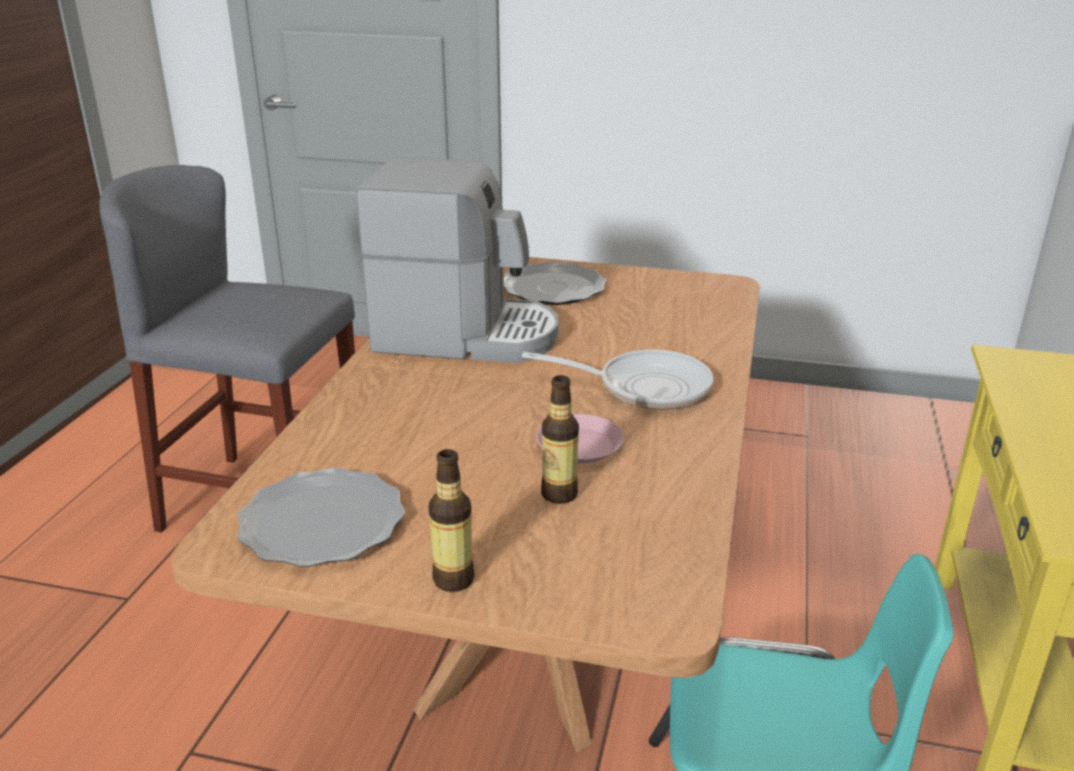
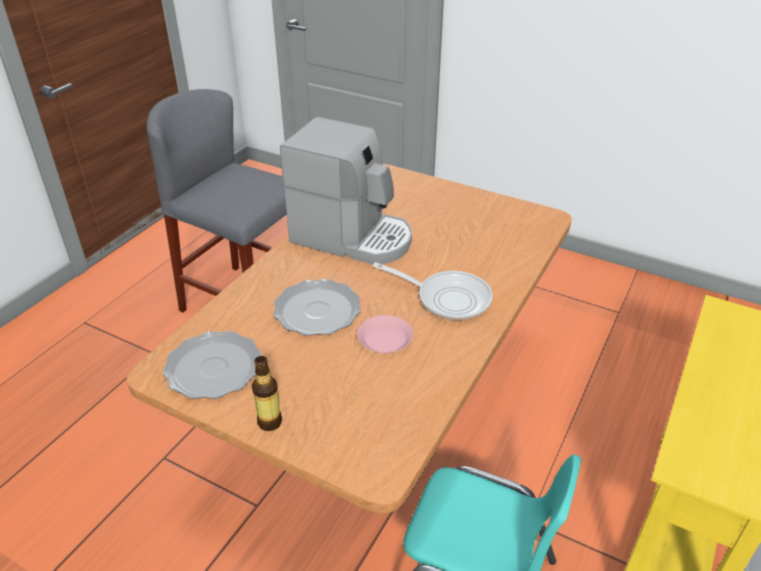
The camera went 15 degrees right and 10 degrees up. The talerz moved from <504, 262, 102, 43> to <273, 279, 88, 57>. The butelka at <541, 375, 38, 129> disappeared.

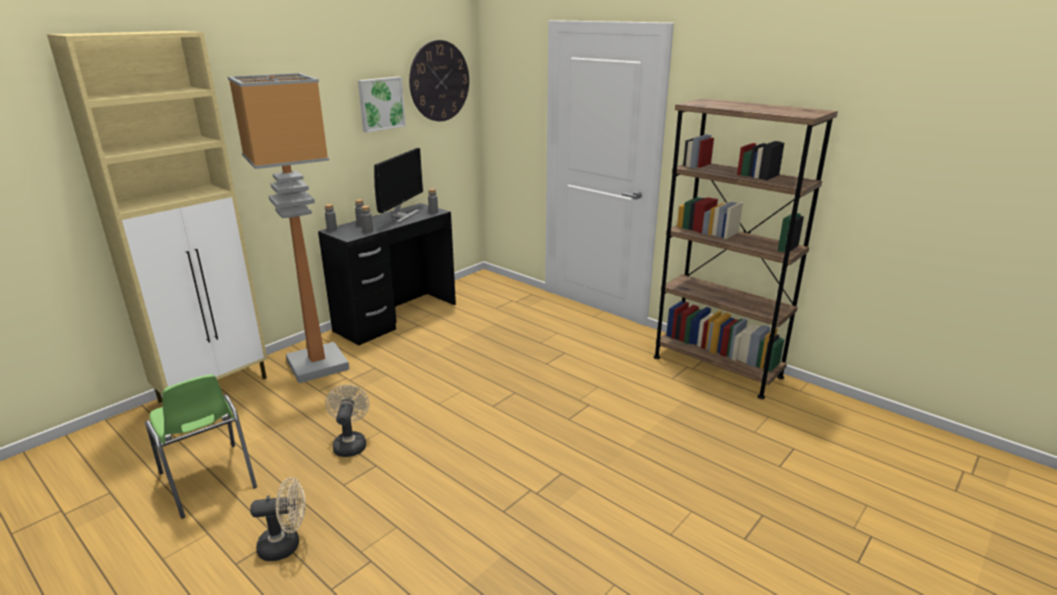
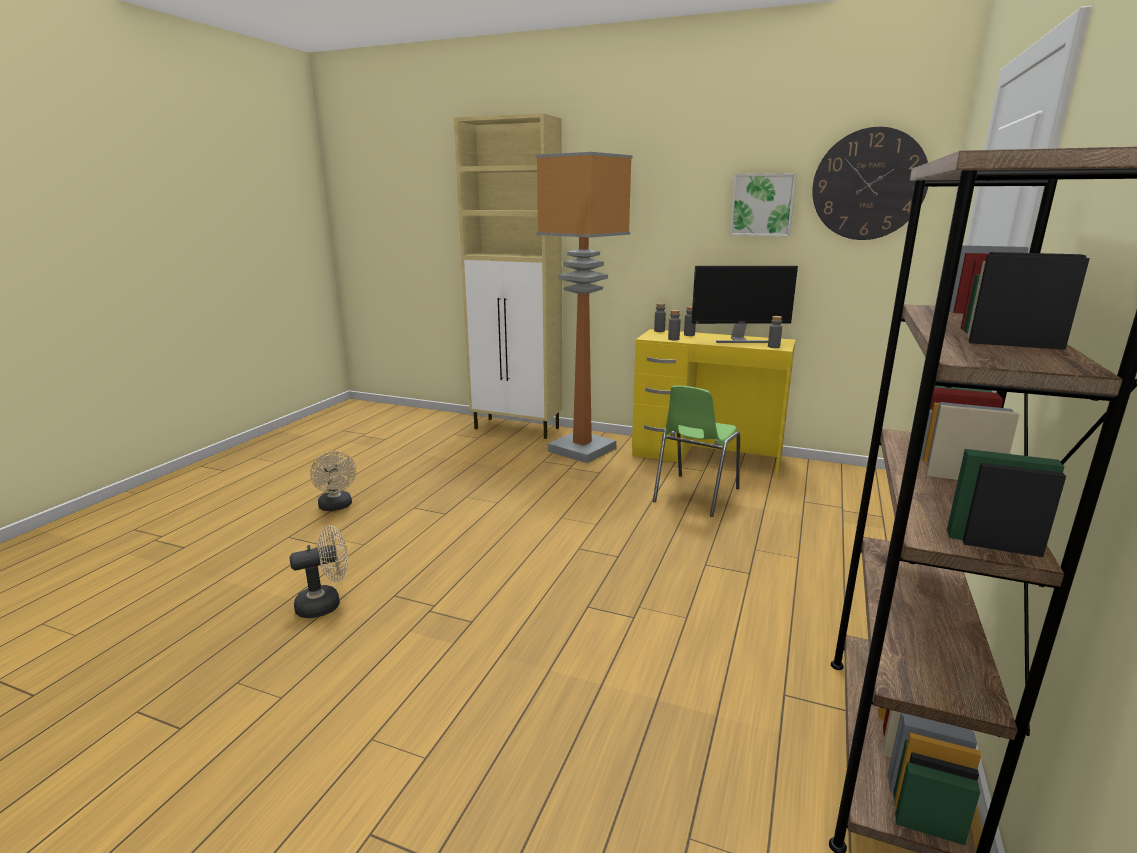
The camera went 70 degrees right and 5 degrees down. The biurko [czarny] at <318, 203, 138, 142> became the biurko [żółty] at <632, 329, 163, 148>. The krzesło [zielony] moved from <145, 374, 112, 145> to <653, 385, 87, 132>. The wentylator [beżowy] moved from <325, 384, 44, 73> to <289, 525, 59, 93>.

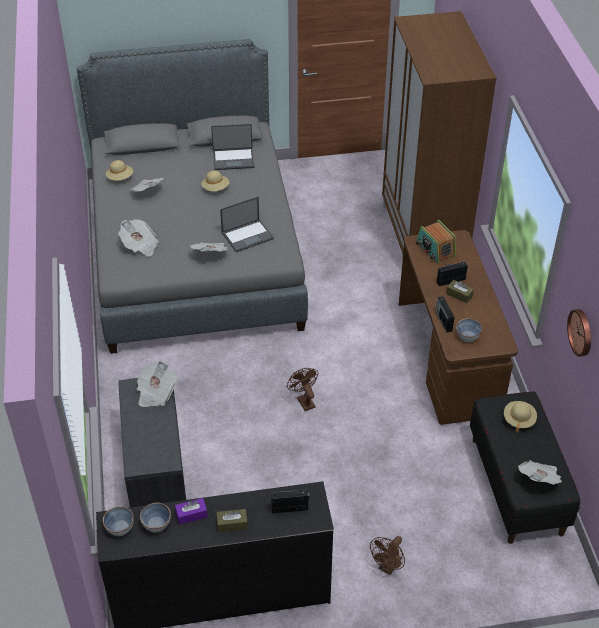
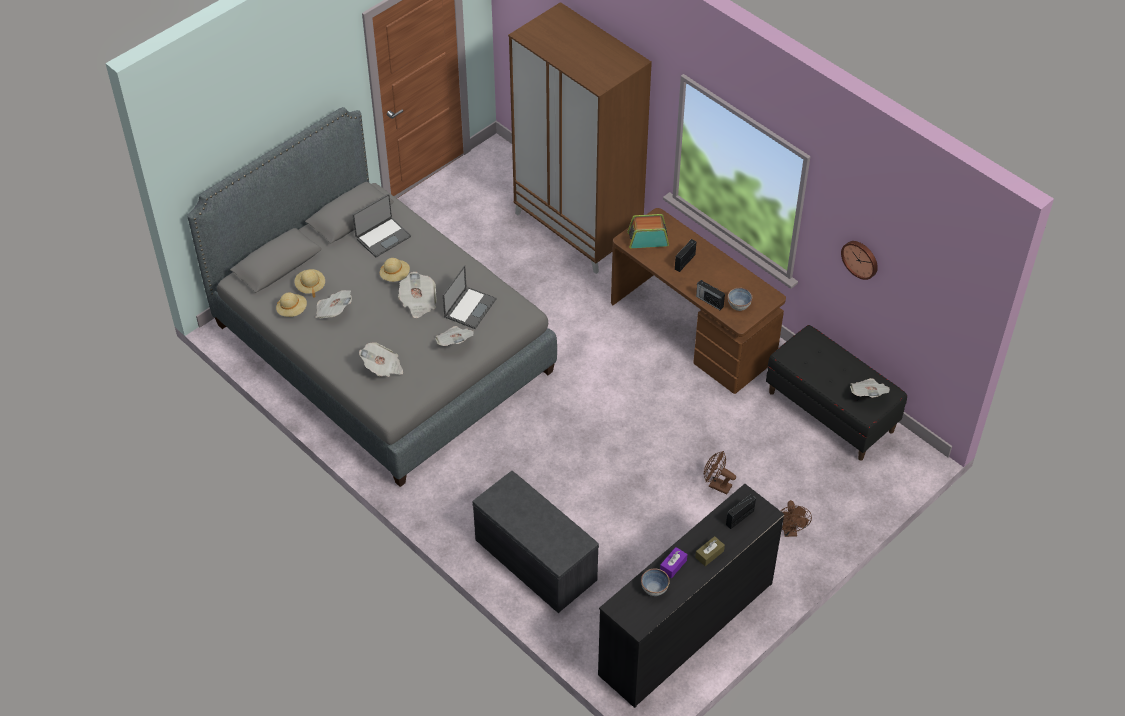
The camera went 35 degrees left and 5 degrees up. The radio at <416, 220, 40, 44> turned 150 degrees clockwise. The pudełko chusteczek [brązowy] at <446, 280, 28, 23> disappeared. The gazeta moved from <137, 361, 40, 46> to <398, 272, 39, 46>. The wentylator [brązowy] moved from <287, 368, 31, 43> to <703, 451, 33, 43>. The kapelusz [beżowy] moved from <504, 401, 33, 31> to <294, 269, 31, 28>. The miska at <103, 506, 31, 30> disappeared.

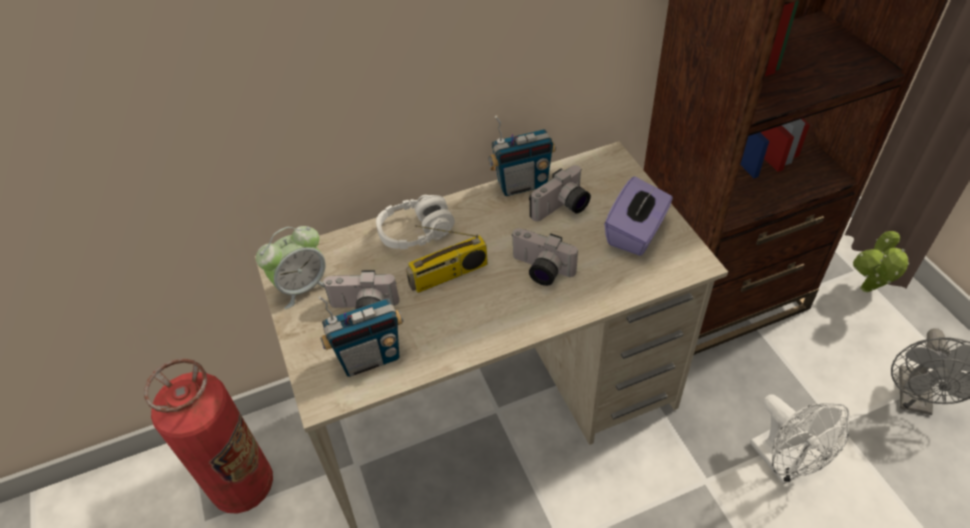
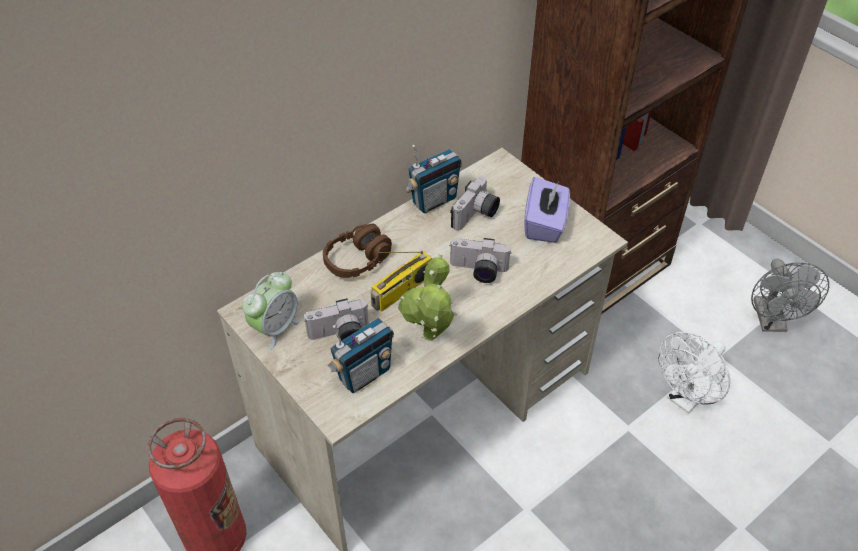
The camera went 20 degrees left and 0 degrees up. The słuchawki [biały] at <376, 195, 79, 54> became the słuchawki [brązowy] at <323, 224, 69, 54>. The roślina doniczkowa moved from <853, 231, 56, 61> to <398, 254, 59, 87>. The wentylator [biały] at <750, 394, 99, 90> turned 90 degrees clockwise.

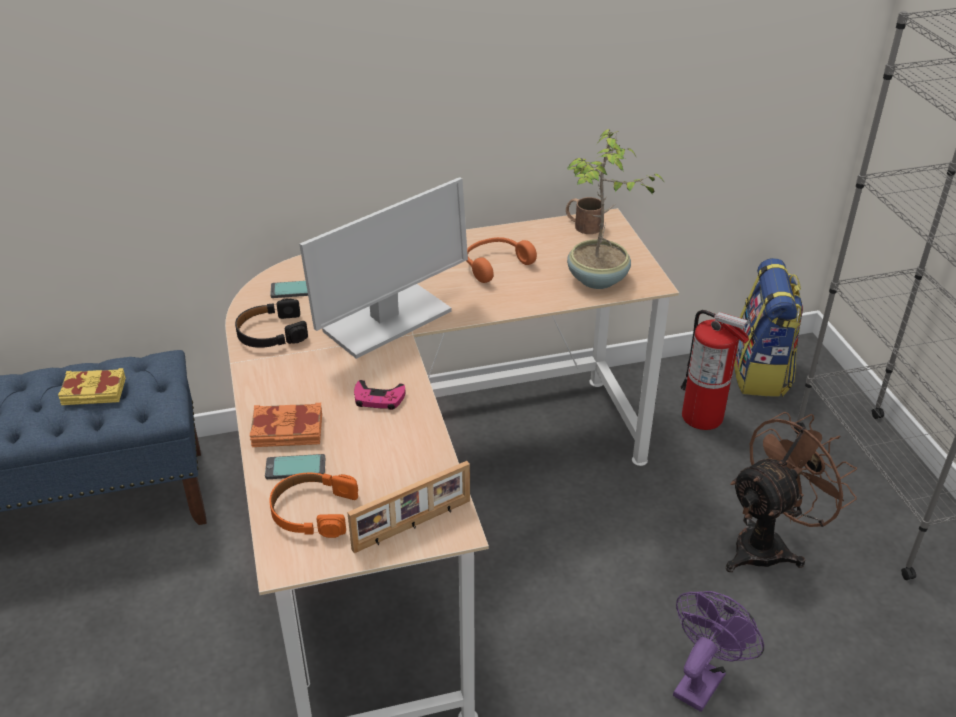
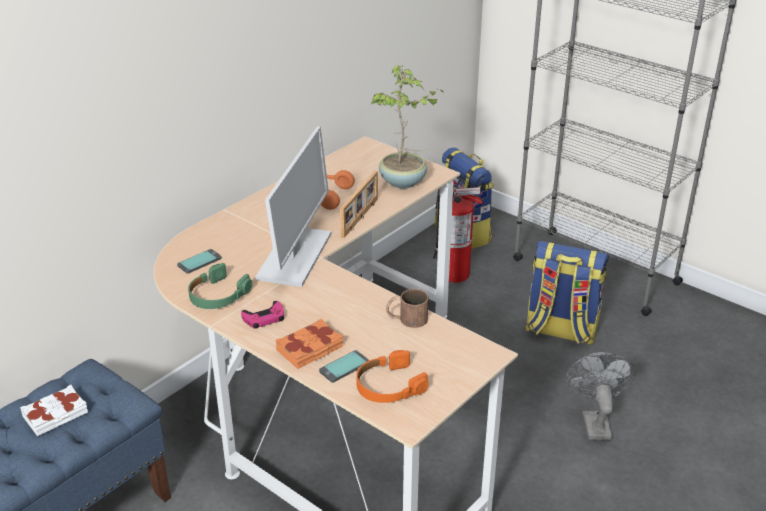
The camera went 35 degrees left and 5 degrees down. The kubek [brązowy] moved from <566, 197, 35, 37> to <386, 289, 42, 39>. The słuchawki [czarny] at <235, 298, 73, 50> became the słuchawki [zielony] at <188, 263, 64, 46>. The książka [żółty] at <58, 368, 68, 37> became the książka [biały] at <20, 385, 68, 51>. The pad do gier [różowy] moved from <354, 380, 51, 30> to <241, 301, 43, 28>. The wentylator [brązowy] at <726, 412, 131, 160> was replaced by the plecak at <525, 241, 84, 104>. The ramka na zdjęcie moved from <347, 461, 123, 92> to <340, 171, 38, 67>. The wentylator [fioletowy] at <673, 591, 91, 121> became the wentylator [szary] at <566, 352, 70, 88>.

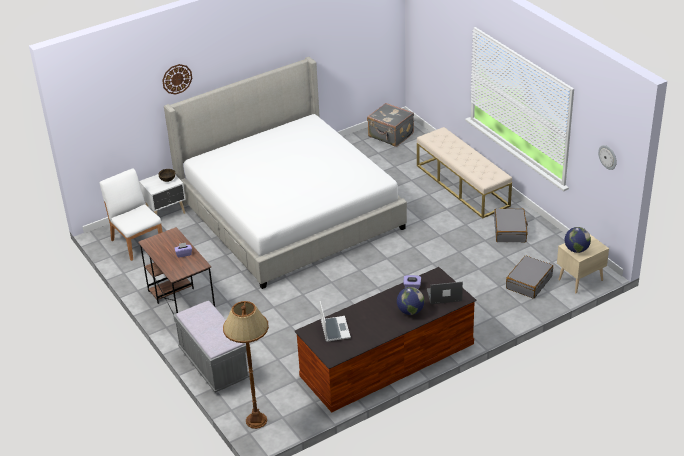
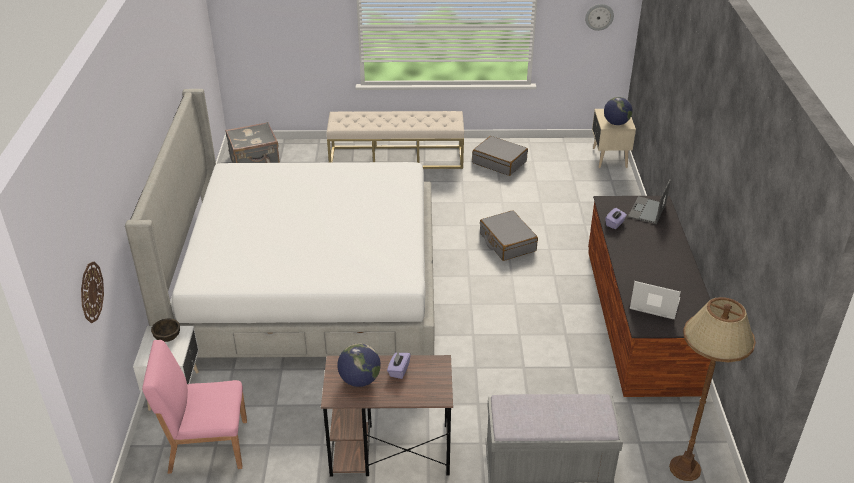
The camera went 60 degrees left and 0 degrees up. The zegar ścienny moved from <162, 64, 30, 31> to <81, 261, 23, 62>. The krzesło [biały] at <100, 168, 62, 93> became the krzesło [różowy] at <142, 340, 105, 134>. The walizka [szary] moved from <506, 256, 47, 43> to <480, 210, 58, 51>. The globus moved from <397, 287, 27, 28> to <337, 343, 44, 44>.

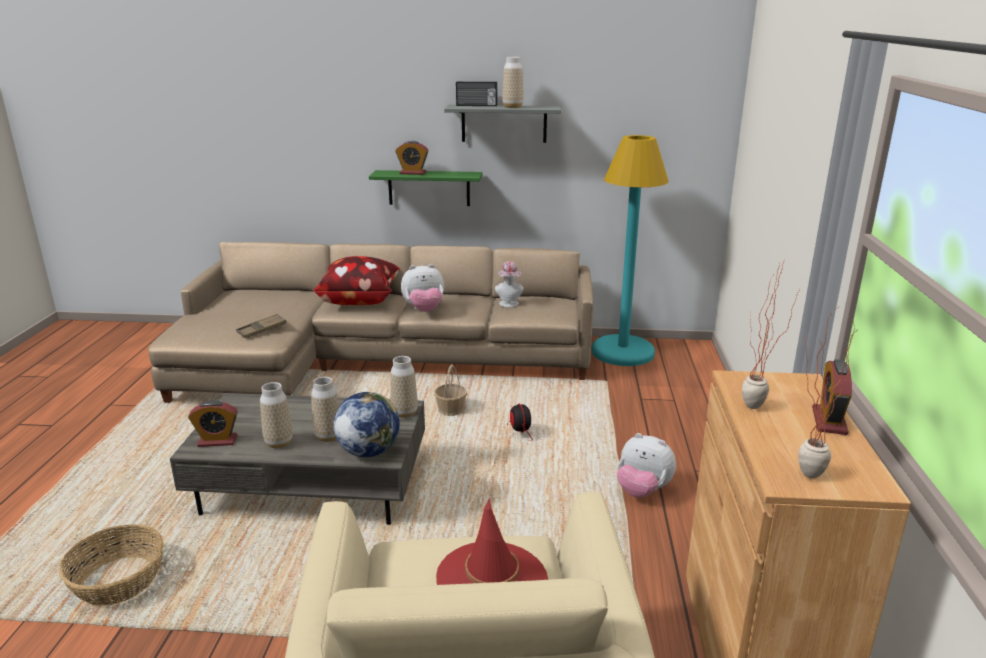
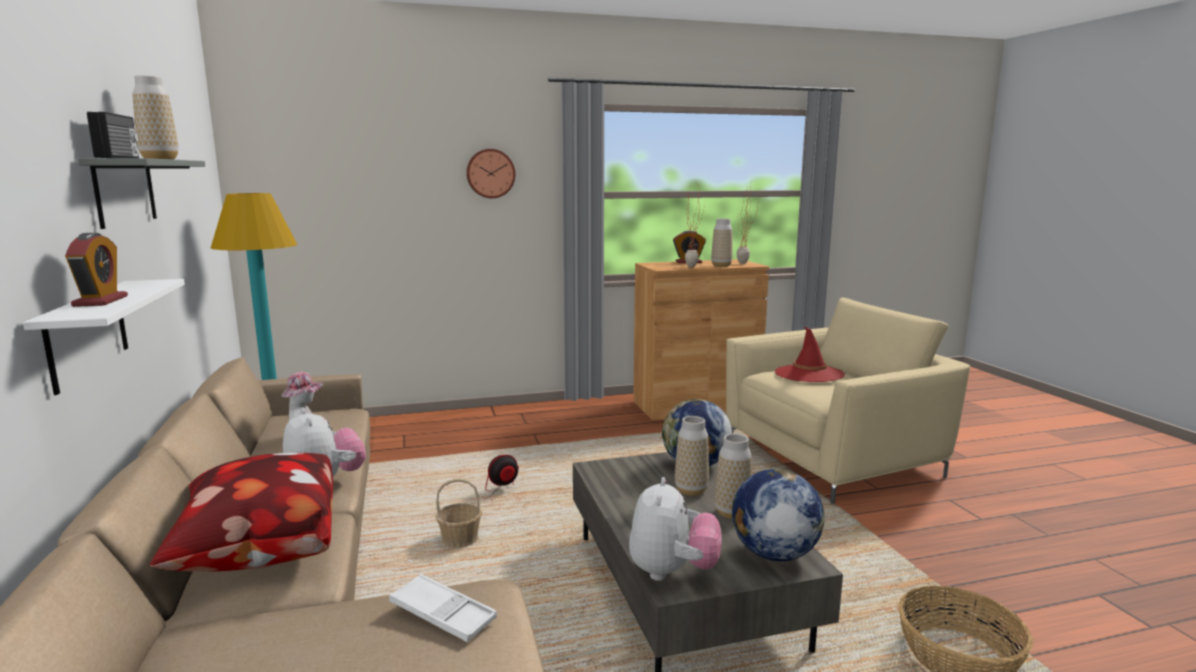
The camera went 110 degrees left and 10 degrees down. The półka [zielony] at <369, 170, 113, 36> became the półka [biały] at <23, 279, 162, 116>. The taca [brązowy] at <236, 314, 51, 24> became the taca [biały] at <389, 574, 108, 68>. The wazon moved from <390, 356, 28, 62> to <711, 219, 22, 48>. The budzik at <188, 400, 50, 47> was replaced by the globus at <732, 469, 93, 92>. The pluszak moved from <617, 433, 59, 65> to <629, 477, 92, 104>. The zegar ścienny at <466, 149, 49, 49> appeared.

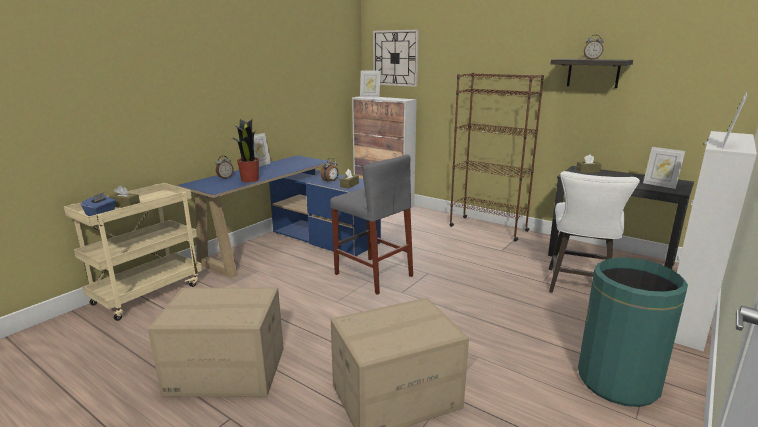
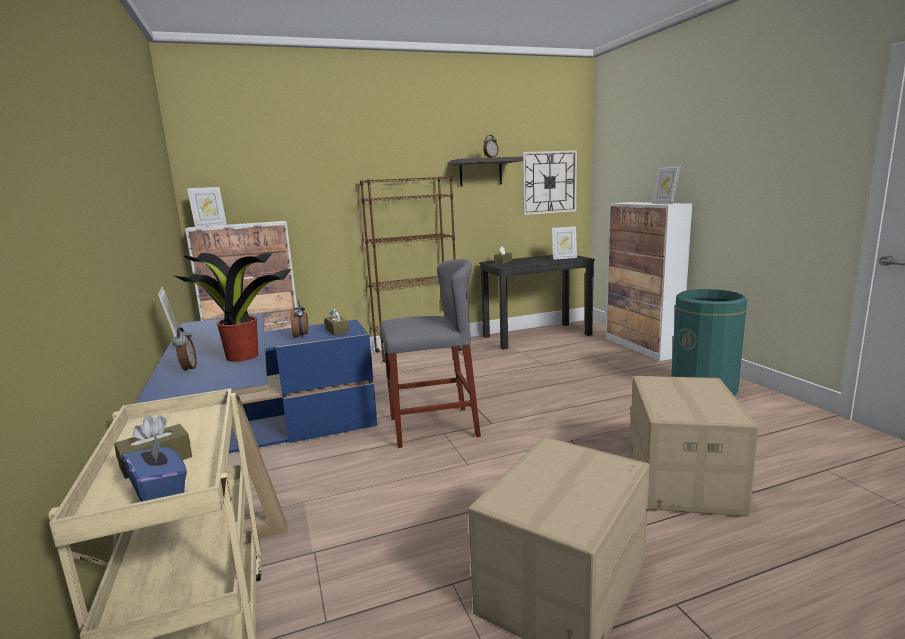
The camera went 55 degrees left and 5 degrees down. The zegar ścienny moved from <373, 29, 46, 58> to <522, 150, 55, 65>. The stołek [biały] at <549, 171, 91, 122> disappeared.

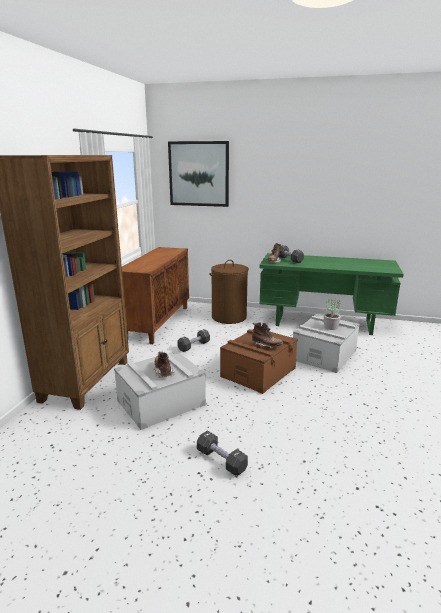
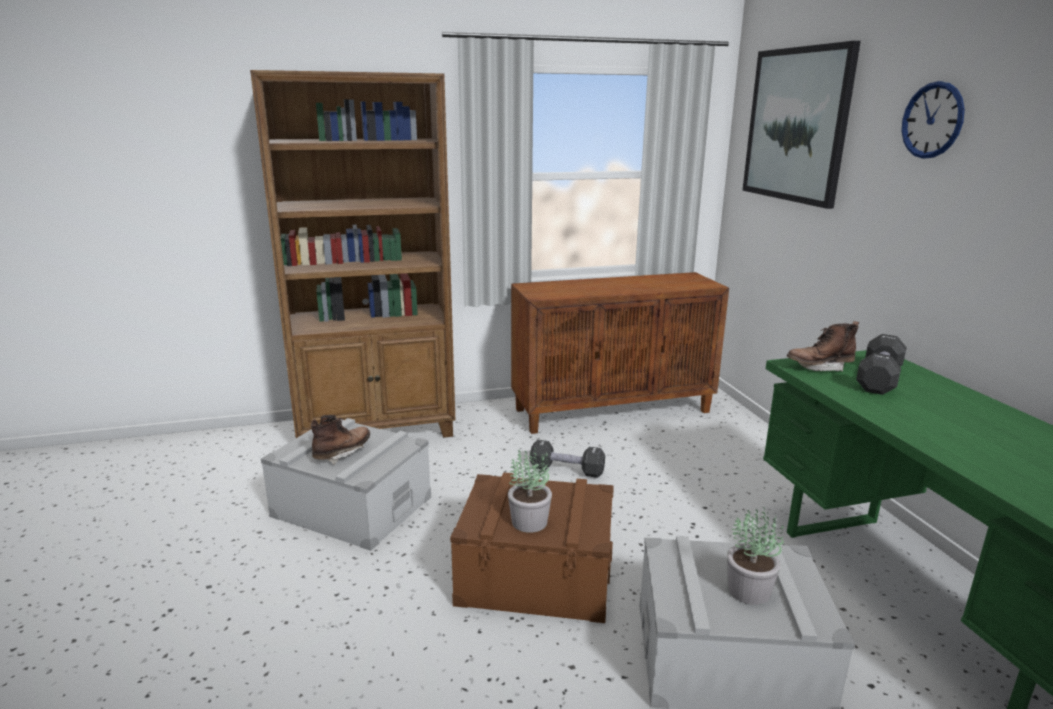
The camera went 60 degrees right and 0 degrees up. The kosz na pranie [brązowy] at <209, 260, 40, 64> disappeared. The but z cholewką [brązowy] at <252, 323, 31, 25> was replaced by the roślina doniczkowa at <508, 448, 44, 85>. The hantel [czarny] at <197, 431, 51, 45> disappeared. The zegar ścienny at <902, 81, 63, 78> appeared.

